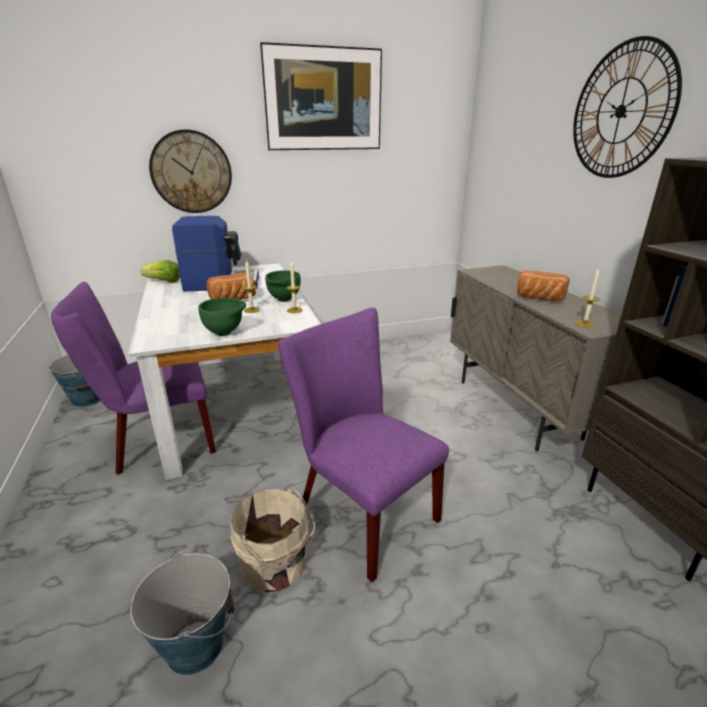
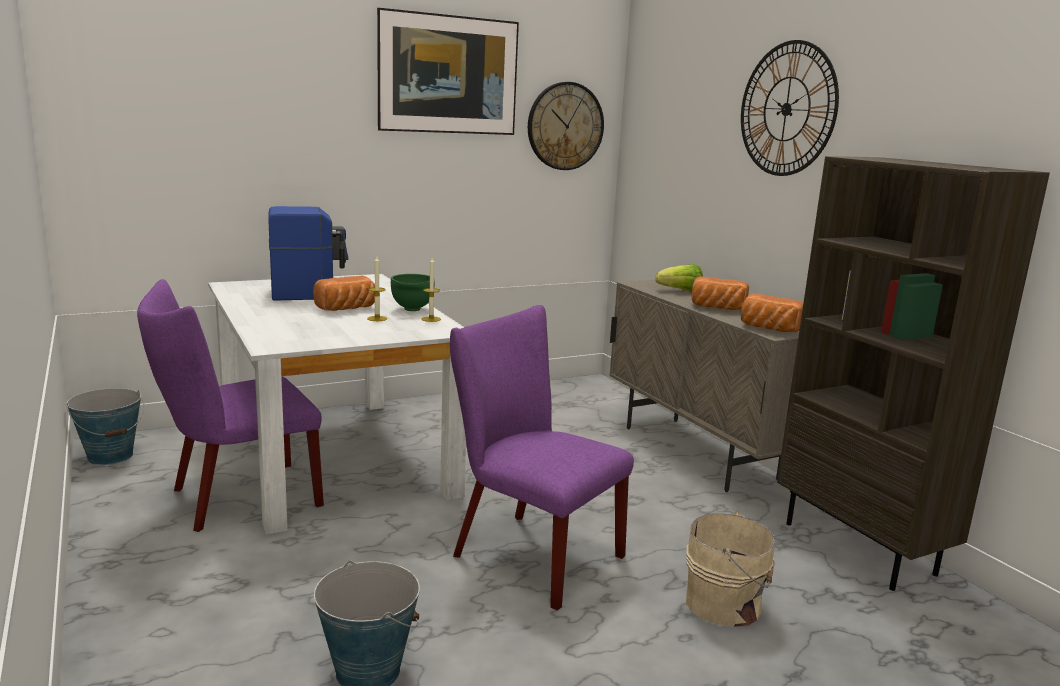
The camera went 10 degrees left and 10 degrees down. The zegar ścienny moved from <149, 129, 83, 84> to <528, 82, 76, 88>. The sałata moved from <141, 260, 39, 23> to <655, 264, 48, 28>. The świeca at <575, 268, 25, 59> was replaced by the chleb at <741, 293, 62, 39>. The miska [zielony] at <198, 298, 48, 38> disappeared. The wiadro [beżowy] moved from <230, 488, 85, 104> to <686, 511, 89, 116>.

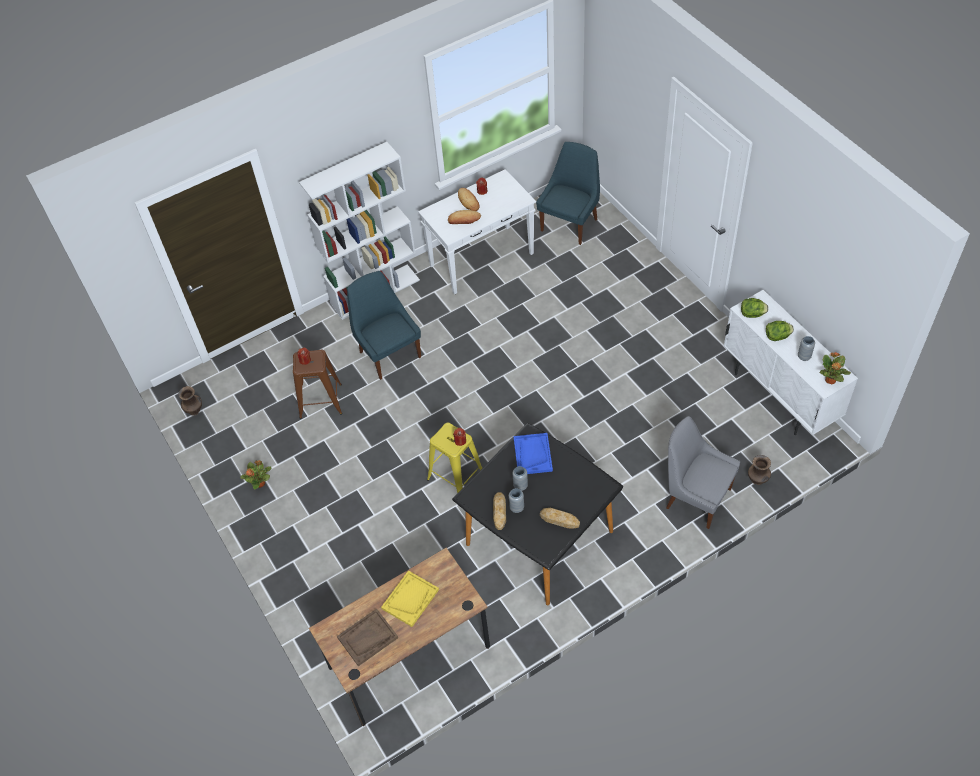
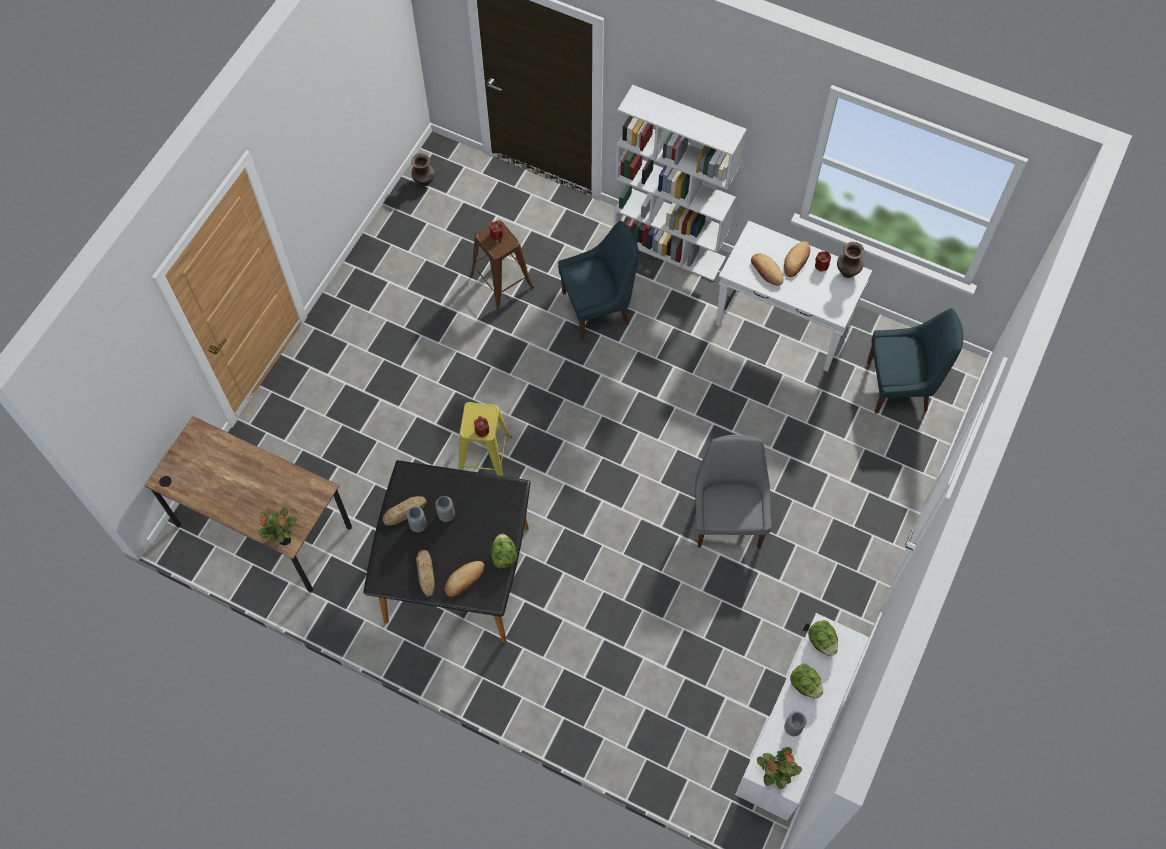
The camera went 55 degrees right and 10 degrees up. The krzesło [niebieski] at <347, 271, 74, 109> turned 45 degrees clockwise. The krzesło [szary] moved from <666, 416, 74, 113> to <695, 435, 77, 113>. The taca [niebieski] at <513, 433, 40, 41> disappeared. The wazon [brązowy] moved from <748, 455, 23, 30> to <837, 242, 27, 36>. The roślina doniczkowa moved from <240, 460, 32, 29> to <257, 507, 40, 36>. The taca [żółty] at <381, 570, 58, 57> disappeared. The taca [brązowy] at <337, 609, 61, 57> disappeared. The sałata at <491, 534, 26, 34> appeared. The chleb at <445, 561, 40, 36> appeared.

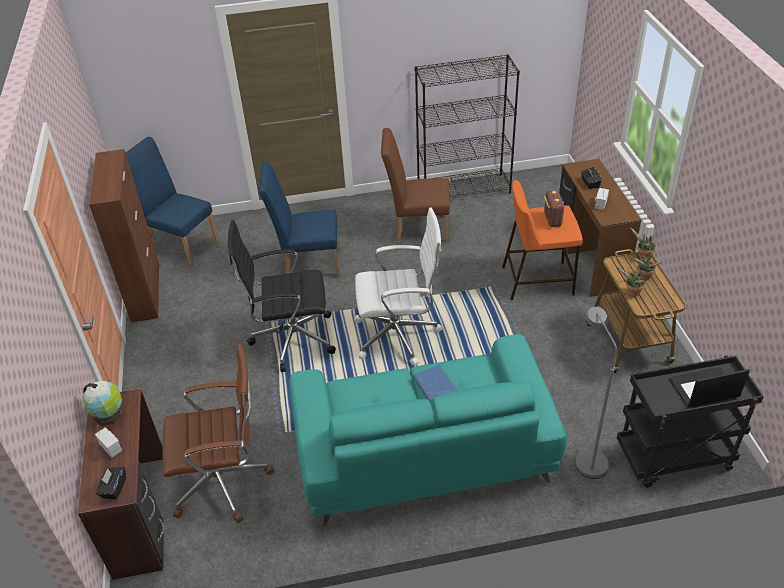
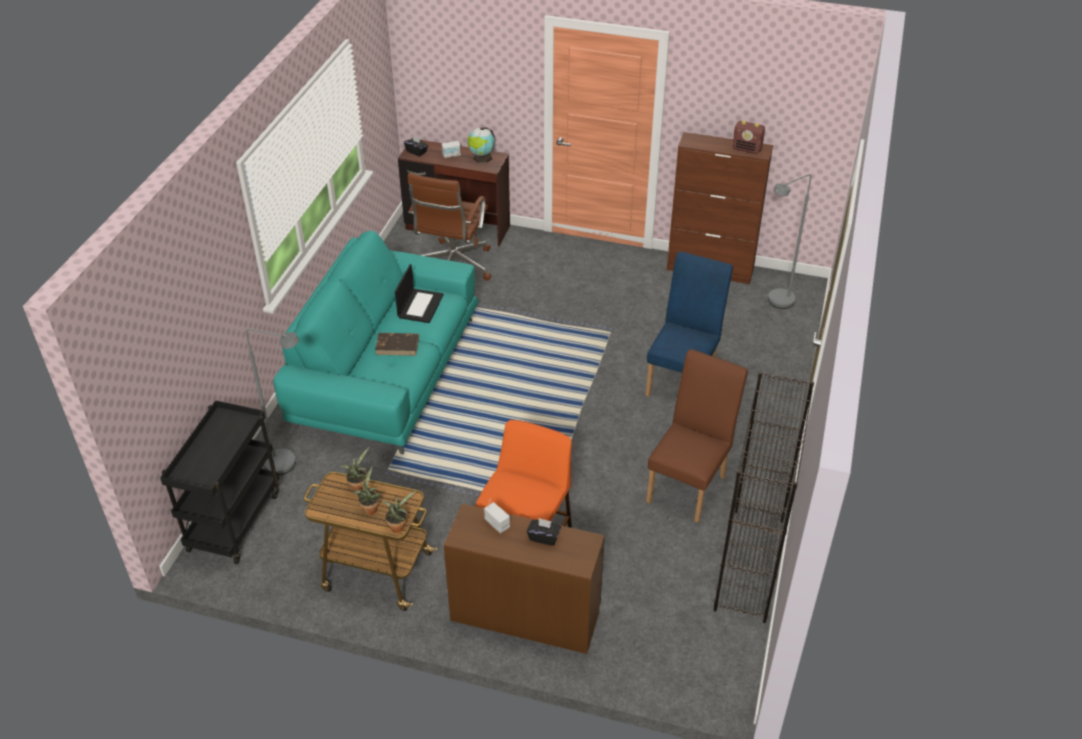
The camera went 115 degrees right and 0 degrees up. The krzesło [niebieski] at <126, 137, 93, 129> was replaced by the lampa stojąca [szary] at <768, 174, 43, 135>. The radio moved from <544, 191, 20, 36> to <732, 121, 33, 33>. The krzesło biurowe [biały] at <354, 208, 89, 158> disappeared. The krzesło biurowe [czarny] at <228, 220, 108, 152> disappeared. The książka [niebieski] at <413, 365, 45, 38> became the książka [brązowy] at <375, 333, 44, 23>. The laptop moved from <669, 367, 81, 41> to <395, 264, 49, 59>.

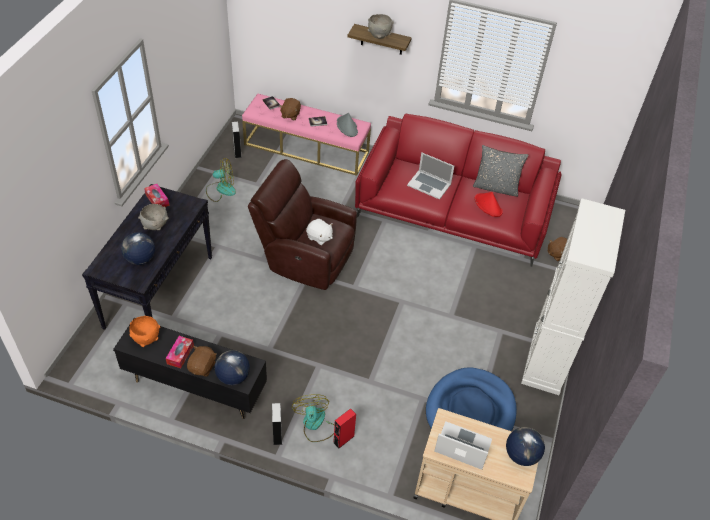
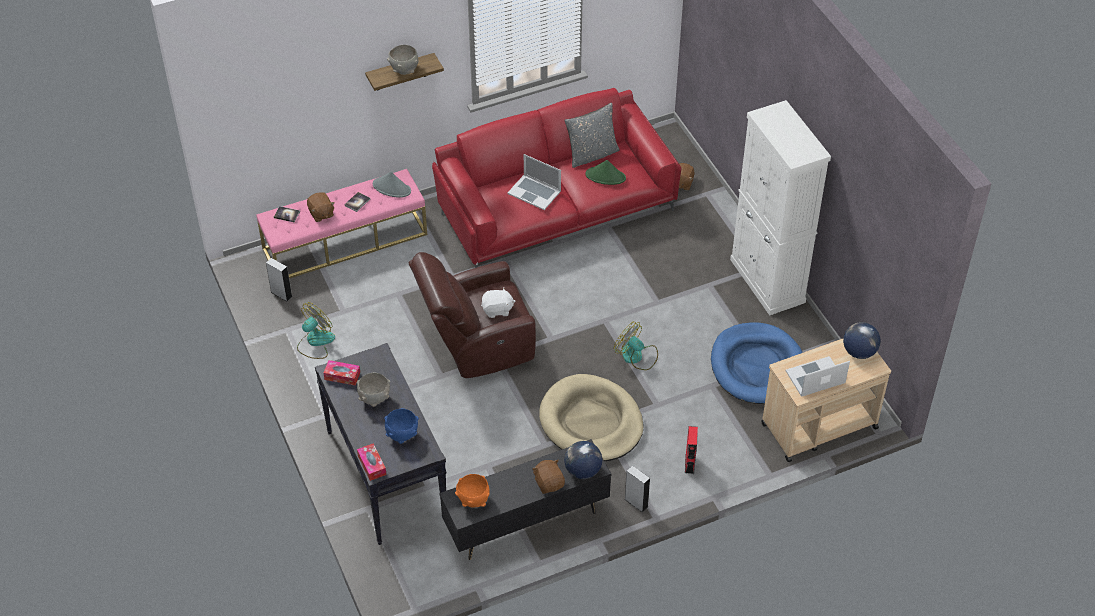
The camera went 40 degrees left and 0 degrees up. The laptop at <407, 152, 47, 48> turned 45 degrees clockwise. The kapelusz [czerwony] at <474, 192, 29, 25> became the kapelusz [zielony] at <585, 160, 41, 25>. The globus at <121, 232, 34, 33> was replaced by the miska [niebieski] at <384, 408, 35, 36>. The pudełko chusteczek moved from <166, 336, 28, 32> to <357, 443, 29, 38>. The wentylator moved from <292, 394, 43, 48> to <614, 321, 44, 49>. The legowisko [beżowy] at <539, 374, 105, 87> appeared.

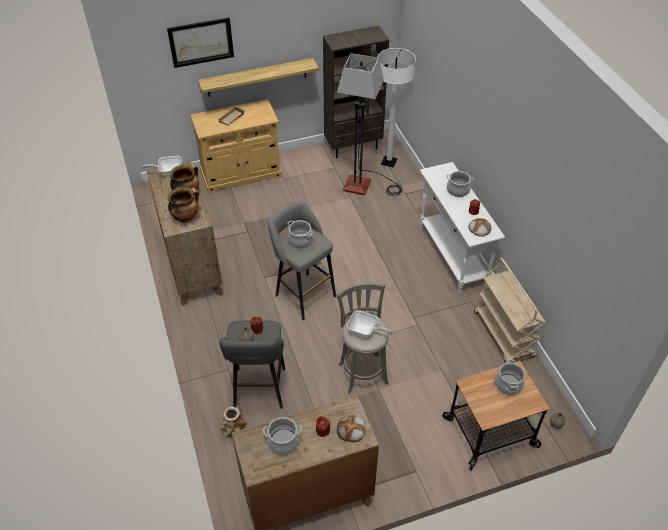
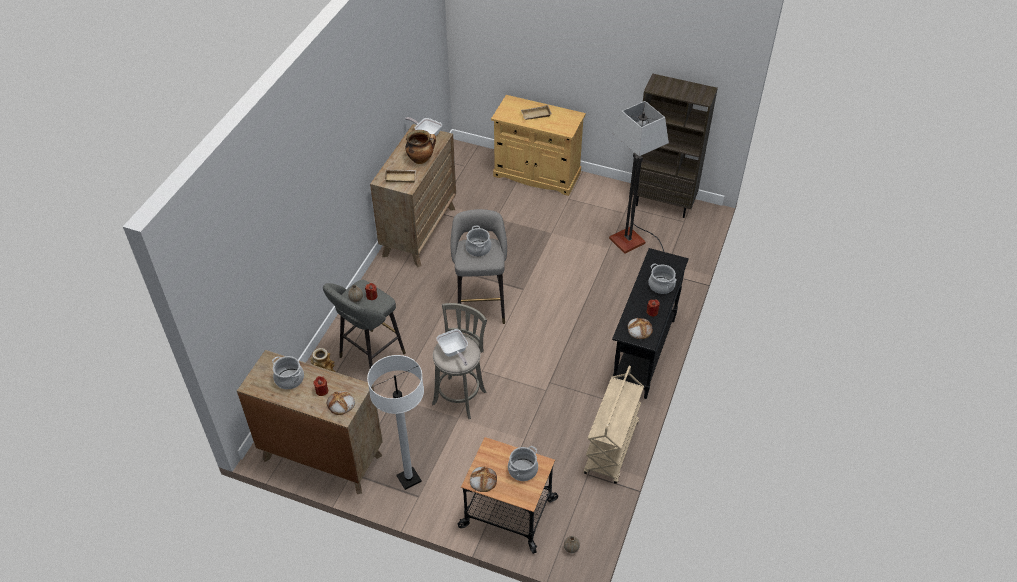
The camera went 40 degrees right and 0 degrees up. The obraz at <167, 18, 67, 50> disappeared. The lampa stojąca [biały] moved from <378, 48, 38, 119> to <367, 355, 57, 135>. The półka at <198, 58, 121, 39> disappeared. The stolik konsolowy [biały] at <419, 162, 86, 132> became the stolik konsolowy [czarny] at <612, 248, 77, 151>. The garnek at <168, 187, 31, 36> was replaced by the taca [beżowy] at <384, 169, 32, 14>. The chleb at <470, 466, 27, 26> appeared.

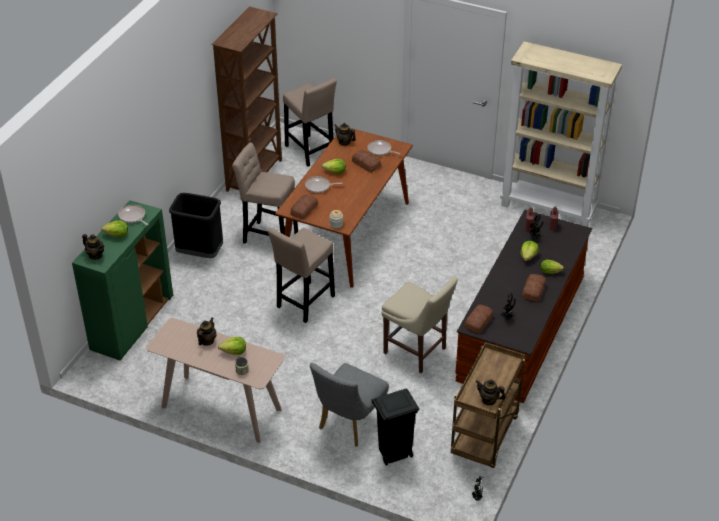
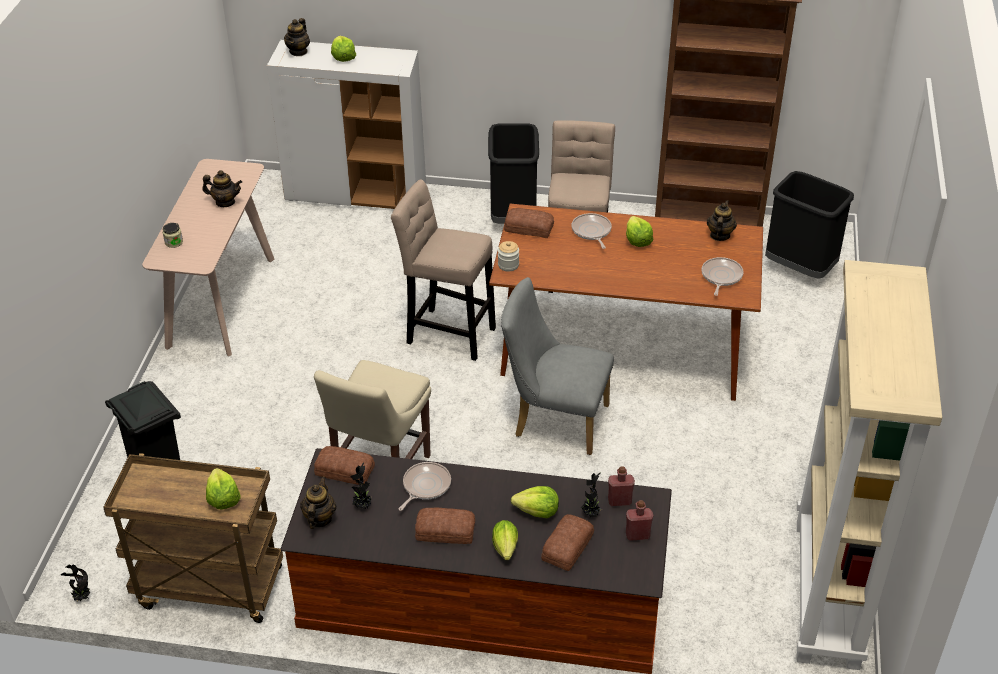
The camera went 75 degrees right and 0 degrees up. The stołek [beżowy] at <283, 78, 54, 89> was replaced by the kosz na śmieci [czarny] at <765, 171, 89, 108>. The chleb moved from <352, 150, 29, 23> to <541, 514, 53, 57>. The szafka [zielony] at <72, 200, 101, 161> became the szafka [biały] at <267, 40, 159, 169>. The patelnia moved from <118, 205, 30, 20> to <398, 462, 53, 49>. The sałata moved from <218, 337, 28, 18> to <206, 468, 35, 42>. The krzesło [szary] moved from <310, 363, 79, 84> to <501, 277, 113, 178>. The imbryk moved from <476, 379, 29, 27> to <300, 476, 37, 53>.

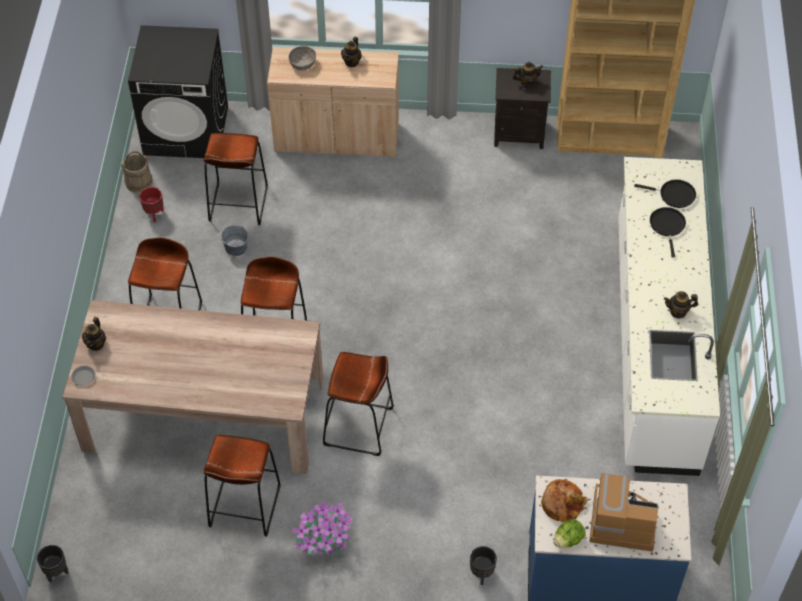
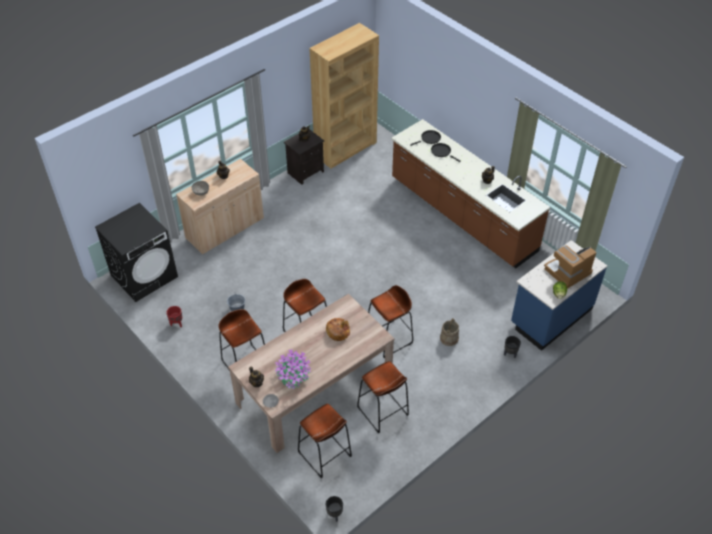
The camera went 45 degrees left and 5 degrees down. The stołek [brązowy] moved from <203, 133, 65, 92> to <298, 404, 54, 74>. The wiadro [beżowy] moved from <120, 151, 32, 41> to <440, 318, 19, 28>. The zabudowa kuchenna [biały] at <618, 157, 102, 319> became the zabudowa kuchenna [brązowy] at <391, 119, 159, 149>. The chleb moved from <541, 479, 47, 43> to <326, 318, 24, 23>. The roślina doniczkowa moved from <292, 501, 61, 57> to <275, 349, 36, 40>.

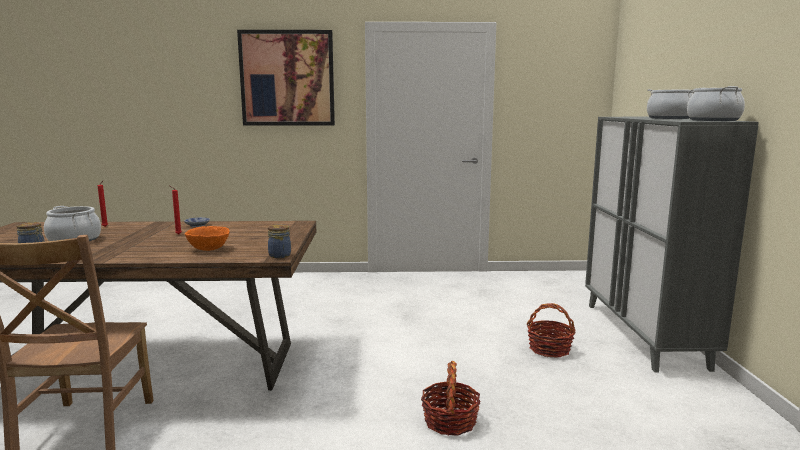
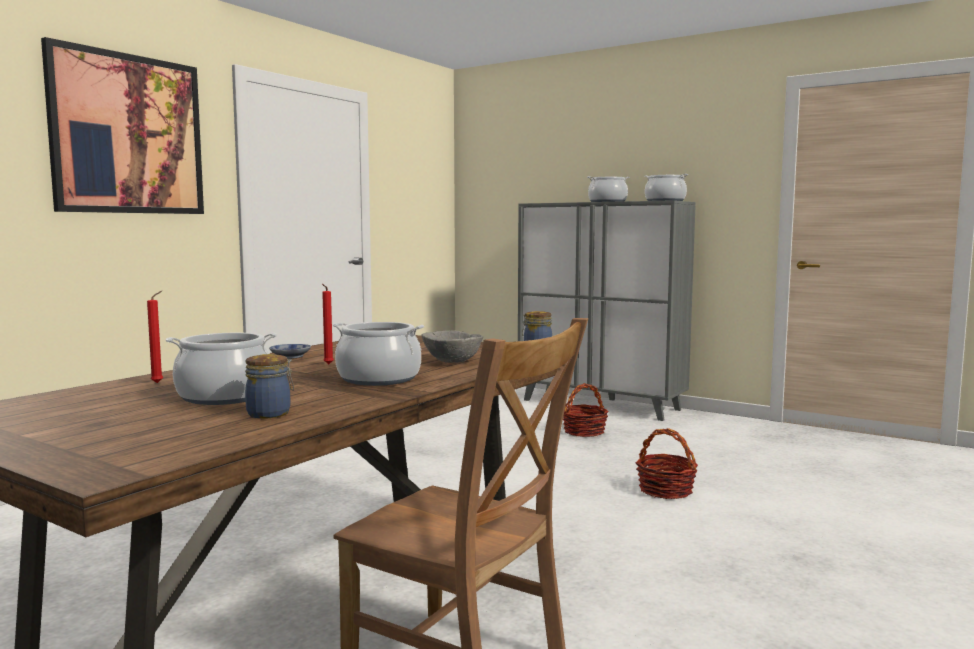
The camera went 55 degrees left and 5 degrees down. The miska [pomarańczowy] at <185, 226, 45, 25> became the miska [szary] at <421, 331, 62, 32>. The garnek at <333, 322, 91, 64> appeared.

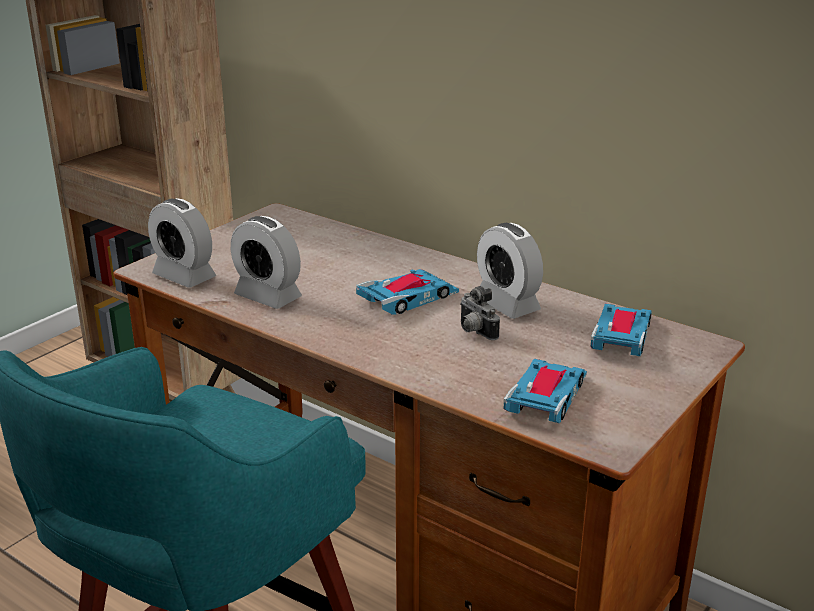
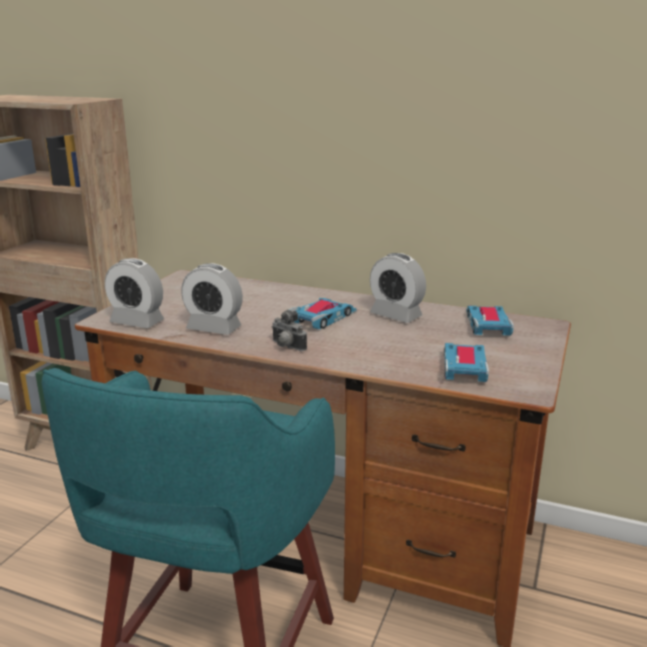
The camera went 15 degrees left and 5 degrees down. The aparat fotograficzny moved from <460, 286, 40, 54> to <272, 310, 35, 41>.

